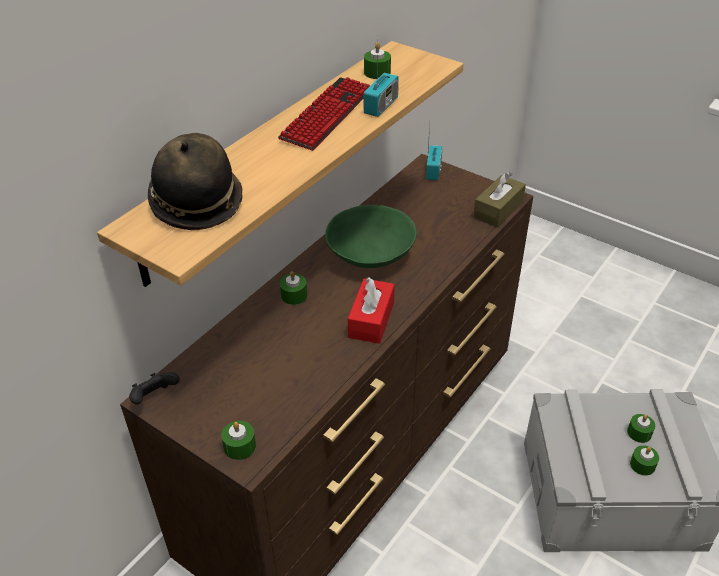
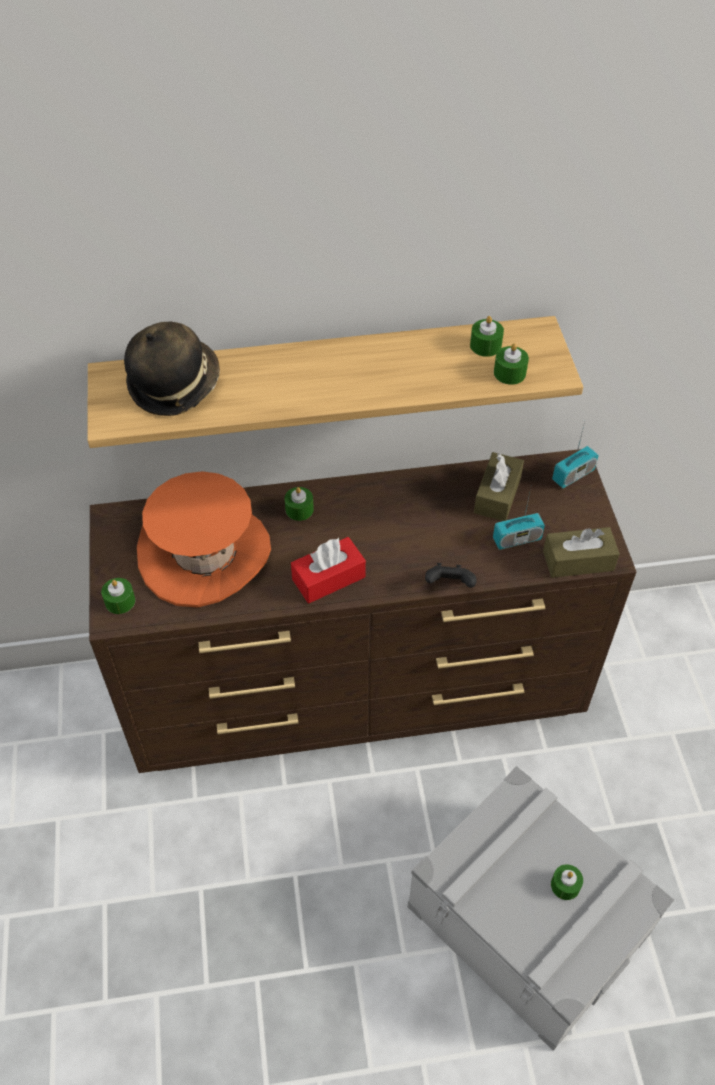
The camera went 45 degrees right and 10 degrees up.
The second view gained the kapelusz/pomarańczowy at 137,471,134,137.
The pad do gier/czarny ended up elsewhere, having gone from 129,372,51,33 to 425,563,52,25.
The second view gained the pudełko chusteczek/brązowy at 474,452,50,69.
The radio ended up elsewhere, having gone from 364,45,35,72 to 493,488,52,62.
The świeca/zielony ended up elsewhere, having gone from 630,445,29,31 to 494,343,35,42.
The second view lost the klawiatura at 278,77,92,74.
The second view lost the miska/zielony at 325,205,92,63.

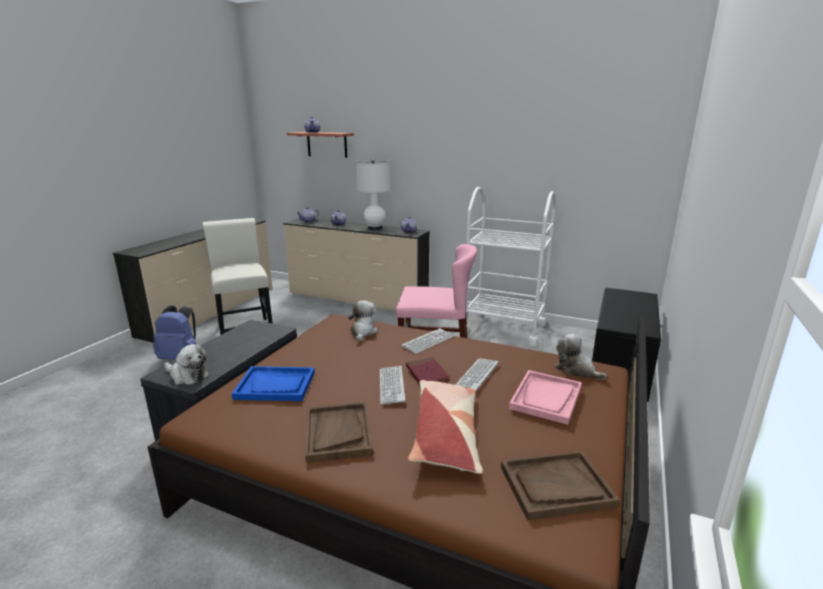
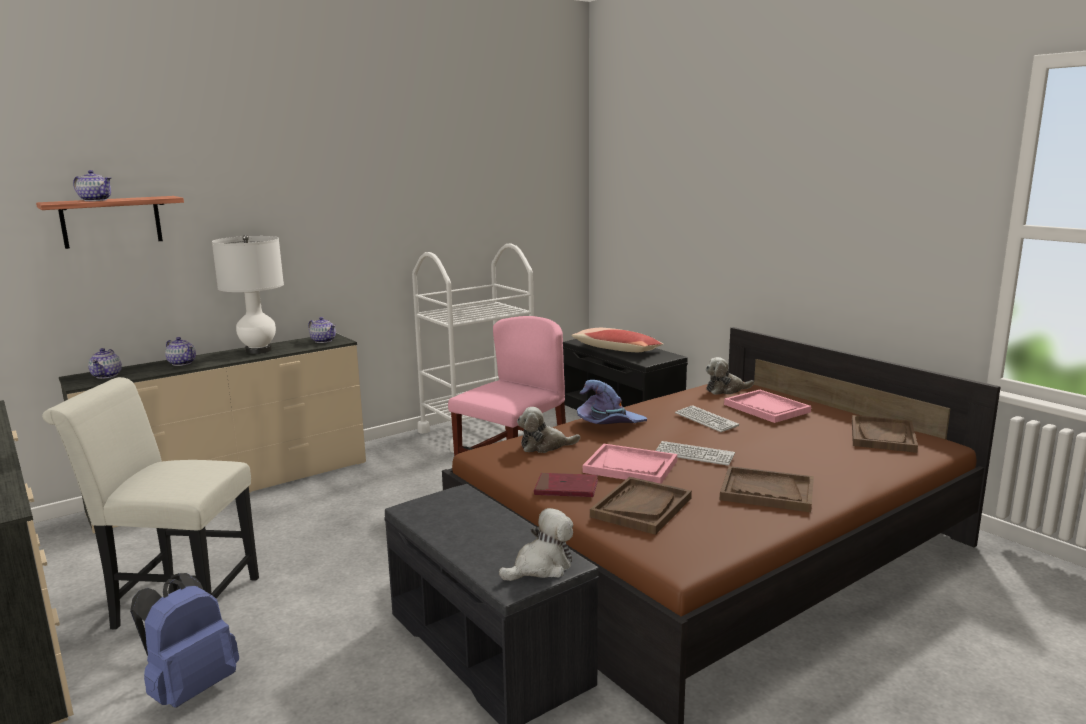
The camera went 60 degrees left and 5 degrees down.
The pluszak at 348,300,30,42 ended up facing another way, 45 degrees counterclockwise from before.
The książka/czerwony ended up elsewhere, having gone from 406,357,44,26 to 534,473,64,24.
The poduszka ended up elsewhere, having gone from 408,380,75,94 to 571,328,92,24.
Where the klawiatura stood at 401,328,53,26, the kapelusz/fioletowy came to stand at 577,380,70,44.
The second view gained the taca/różowy at 582,444,95,40.
What was the taca/niebieski at 232,366,83,35 turned into the taca/brązowy at 590,477,102,58.

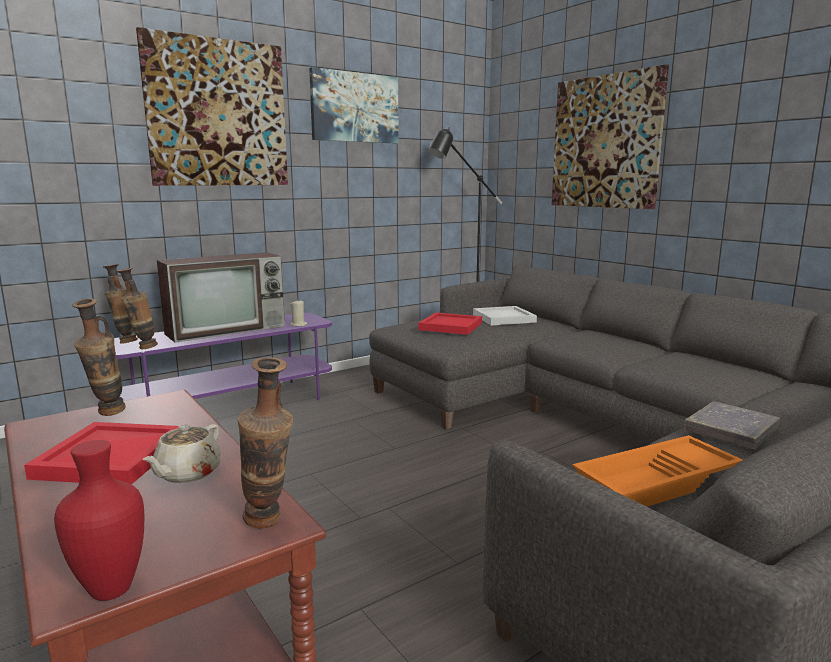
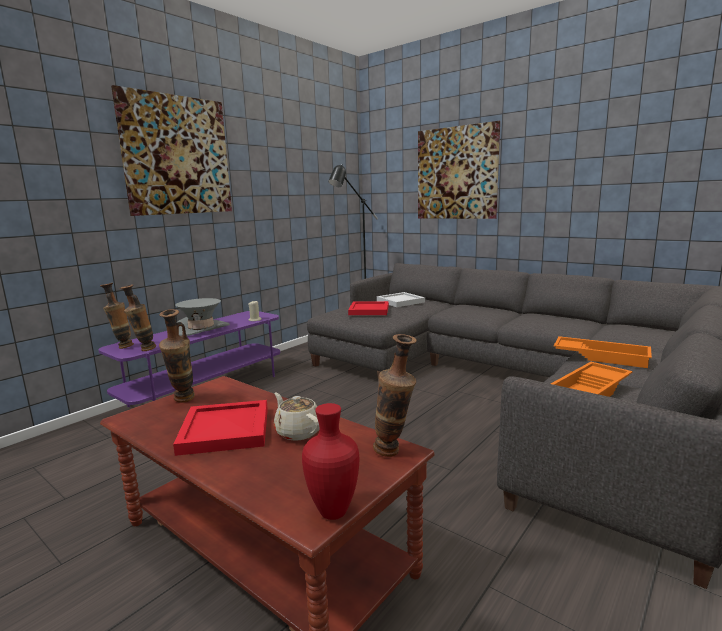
The camera went 15 degrees left and 0 degrees up.
Where the telewizor stood at 157,253,128,90, the kapelusz/szary came to stand at 175,298,55,38.
The imbryk/beżowy at 143,424,78,59 ended up facing another way, 135 degrees clockwise from before.
Where the książka/szary stood at 684,401,96,48, the taca/pomarańczowy came to stand at 554,336,98,32.
The second view lost the obraz at 309,67,90,77.

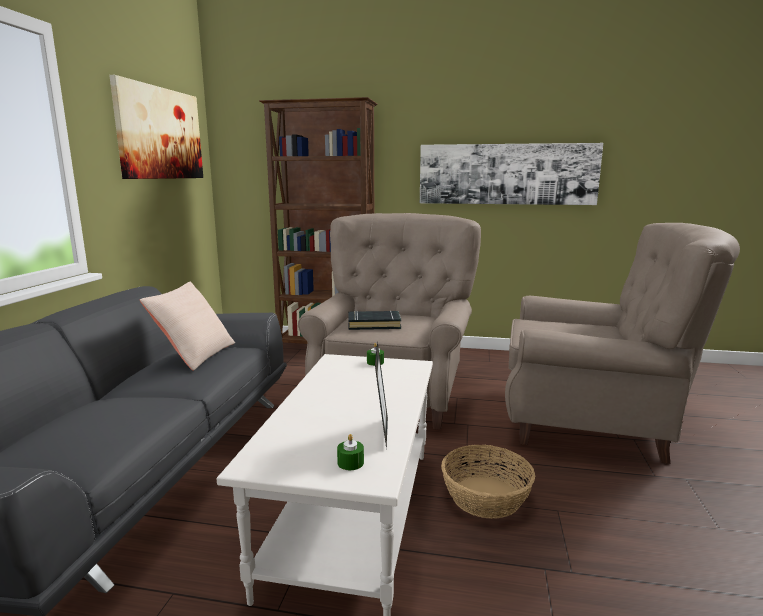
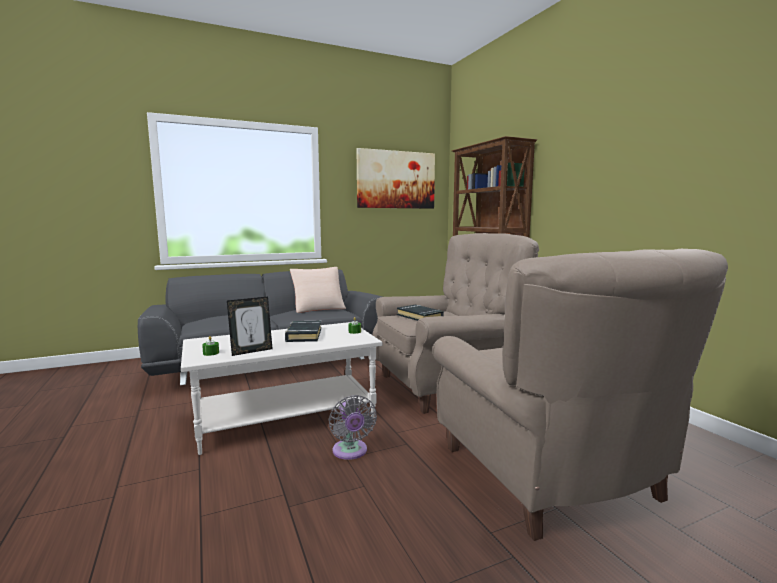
The camera went 55 degrees right and 5 degrees down.
The second view gained the książka/czarny at 285,321,36,21.
Where the koszyk stood at 441,445,94,74, the wentylator/szary came to stand at 328,395,49,65.
The second view lost the obraz at 420,143,183,62.

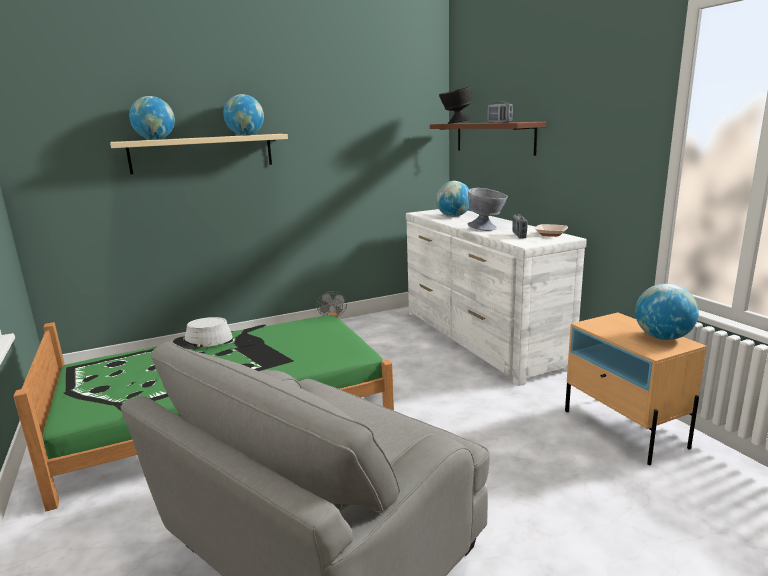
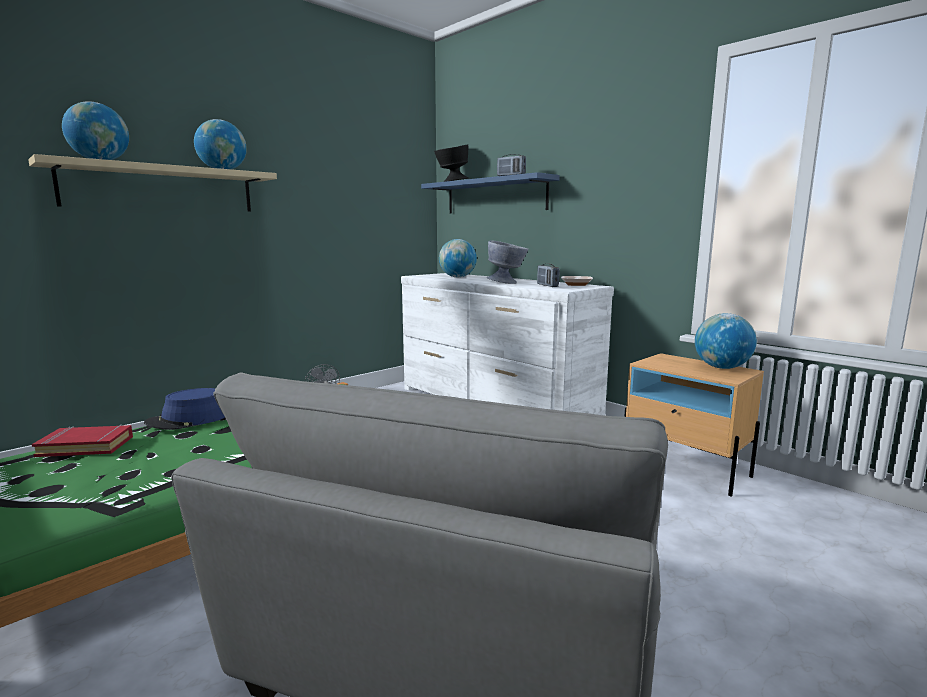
The camera went 20 degrees left and 5 degrees down.
The second view gained the książka/czerwony at 32,425,101,32.
What was the kapelusz/szary at 173,317,60,32 turned into the kapelusz/niebieski at 144,388,81,42.
What was the półka/brązowy at 430,122,116,34 turned into the półka/niebieski at 421,172,139,42.

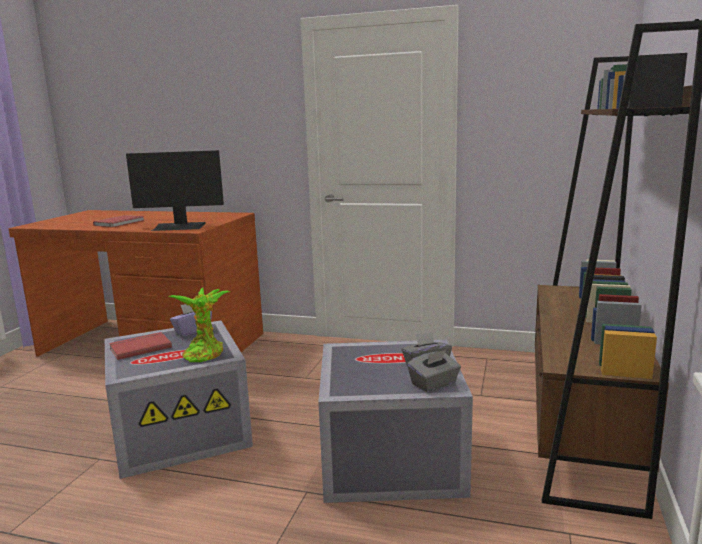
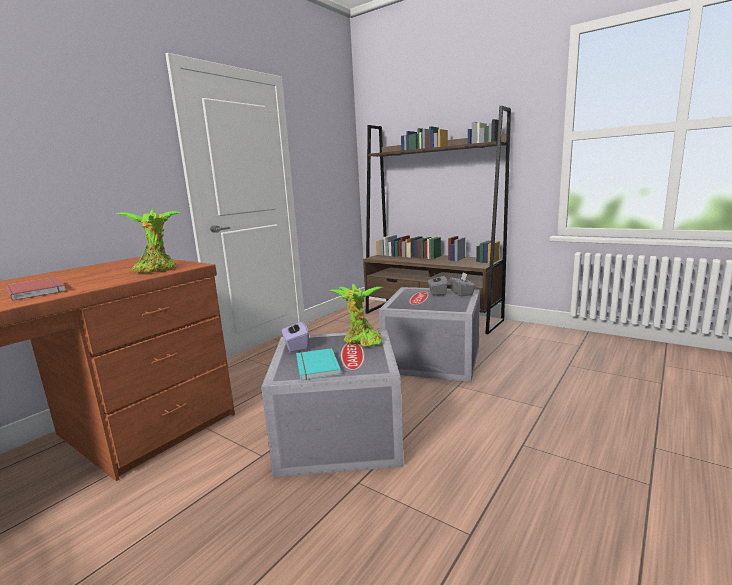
The camera went 70 degrees left and 0 degrees up.
Where the monitor stood at 126,150,98,81, the roślina doniczkowa came to stand at 116,209,64,64.
What was the książka/czerwony at 109,332,63,28 turned into the książka/turkusowy at 296,348,45,33.

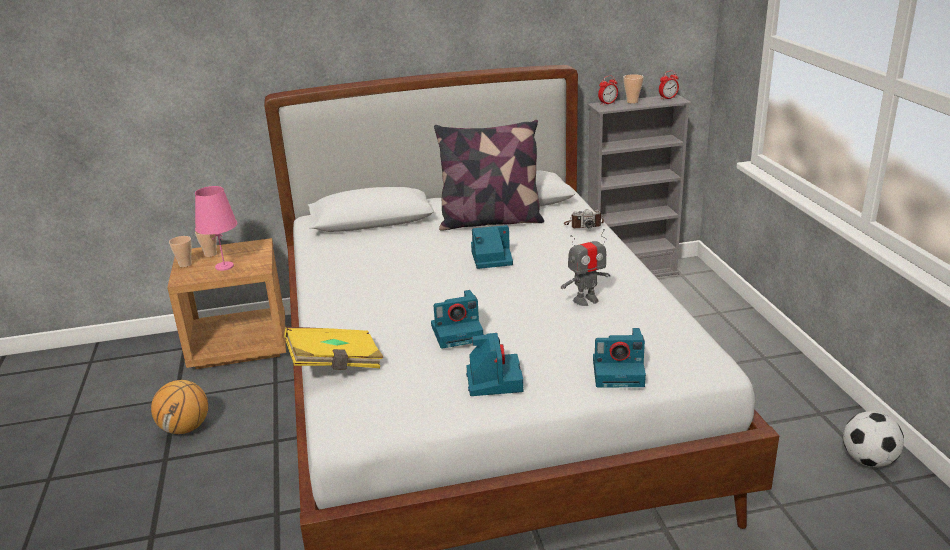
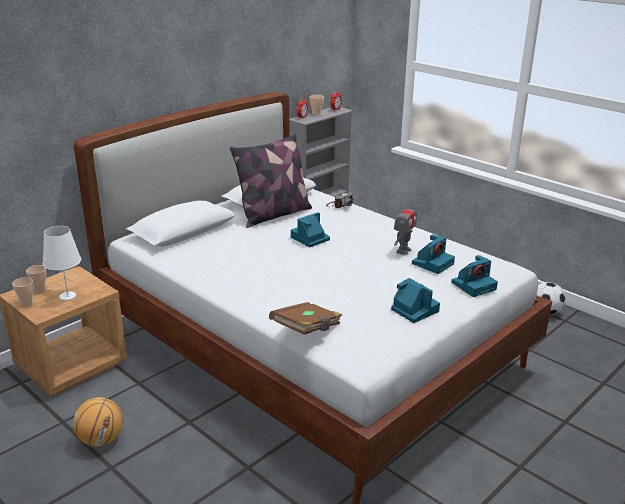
The camera went 35 degrees left and 0 degrees up.
What was the lampa stołowa/różowy at 195,186,42,85 turned into the lampa stołowa/biały at 43,226,38,75.
What was the książka/żółty at 284,327,100,43 turned into the książka/brązowy at 269,302,73,33.
The aparat fotograficzny ended up elsewhere, having gone from 431,290,52,59 to 412,234,43,40.

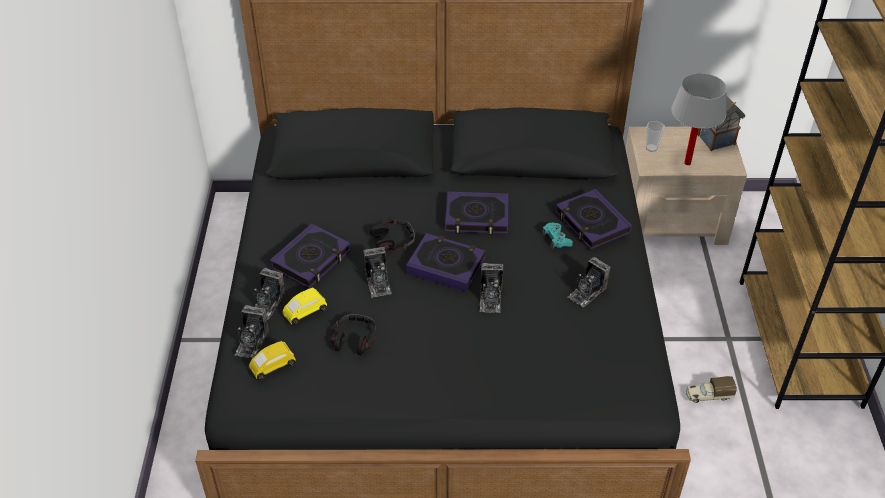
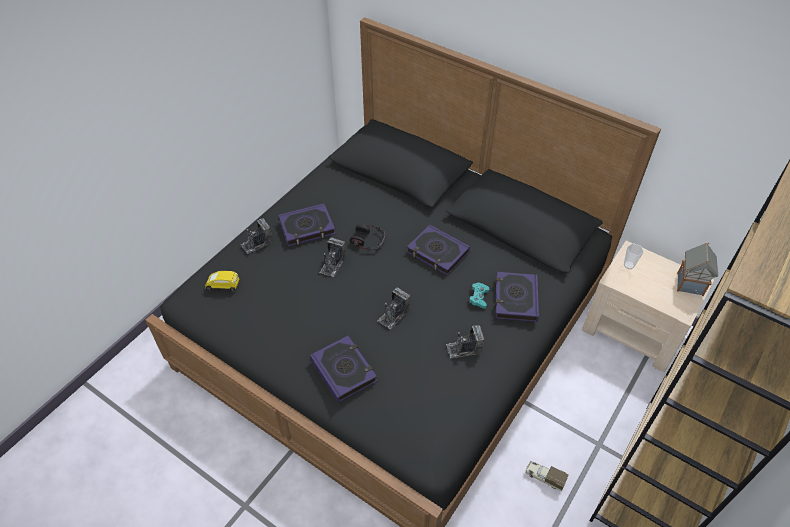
The camera went 35 degrees right and 5 degrees up.
The książka ended up elsewhere, having gone from 406,233,80,59 to 310,336,67,67.
The second view lost the aparat fotograficzny at 235,305,34,53.
The second view lost the samochodzik/żółty at 283,287,44,38.
The second view lost the słuchawki at 331,314,46,41.
The second view lost the lampa stołowa/biały at 671,73,56,92.

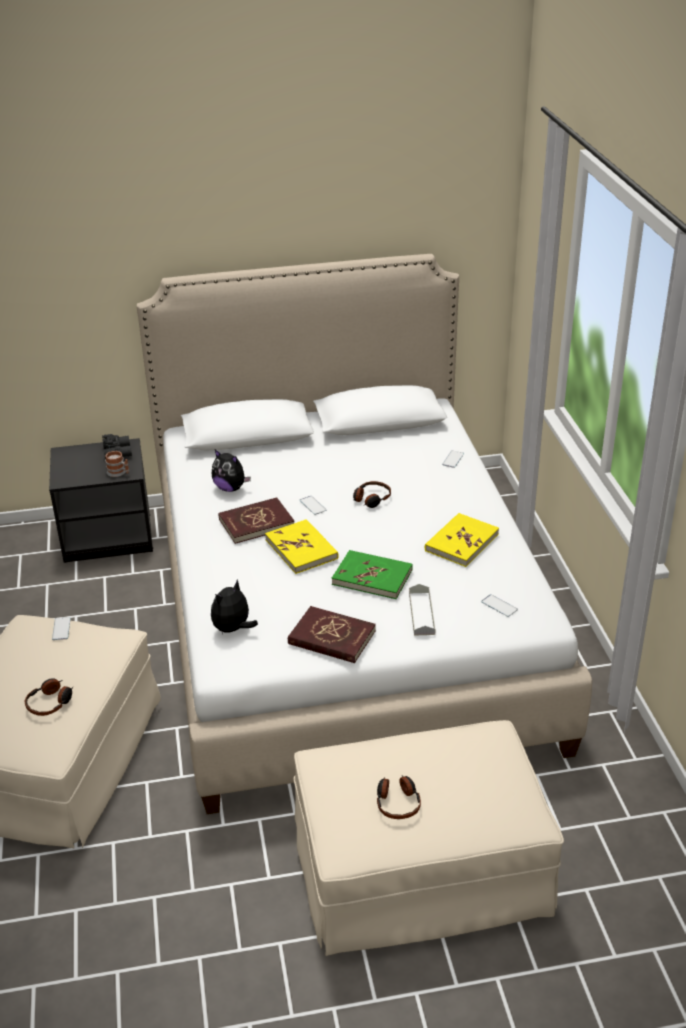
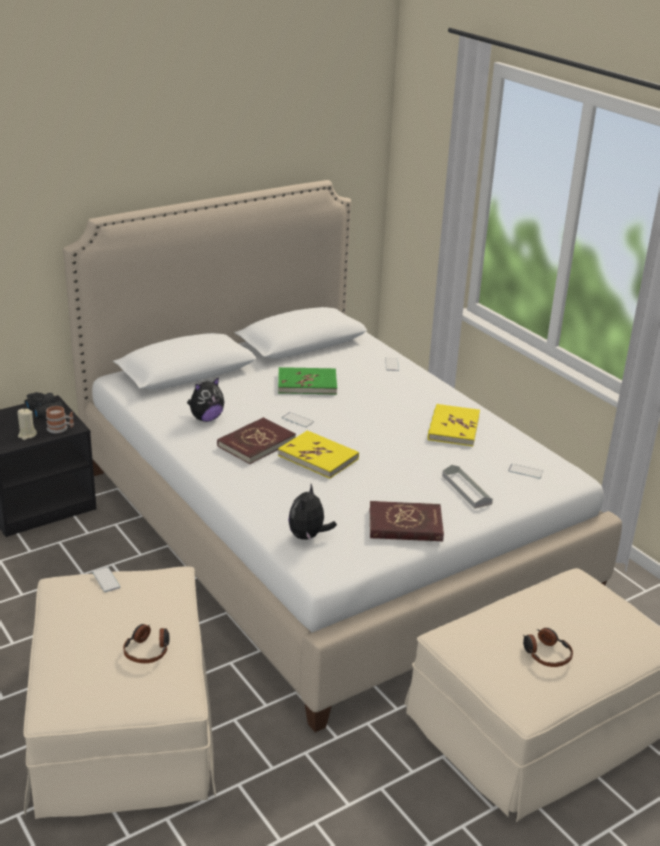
The camera went 25 degrees left and 5 degrees down.
The second view gained the świeca/beżowy at 17,409,20,31.
The pluszak at 212,450,39,42 ended up facing another way, 45 degrees counterclockwise from before.
The książka/zielony ended up elsewhere, having gone from 332,550,81,49 to 278,367,59,28.
The second view lost the słuchawki at 353,481,38,27.

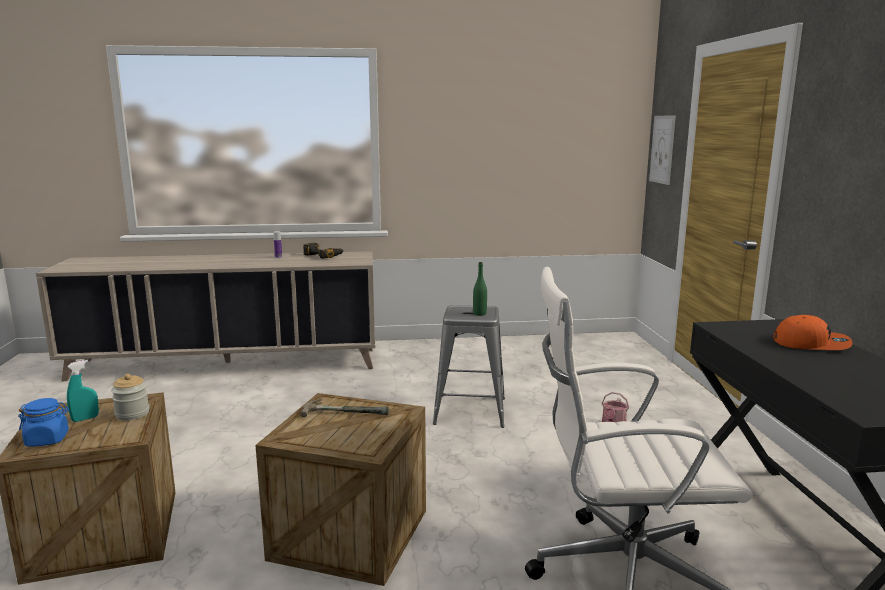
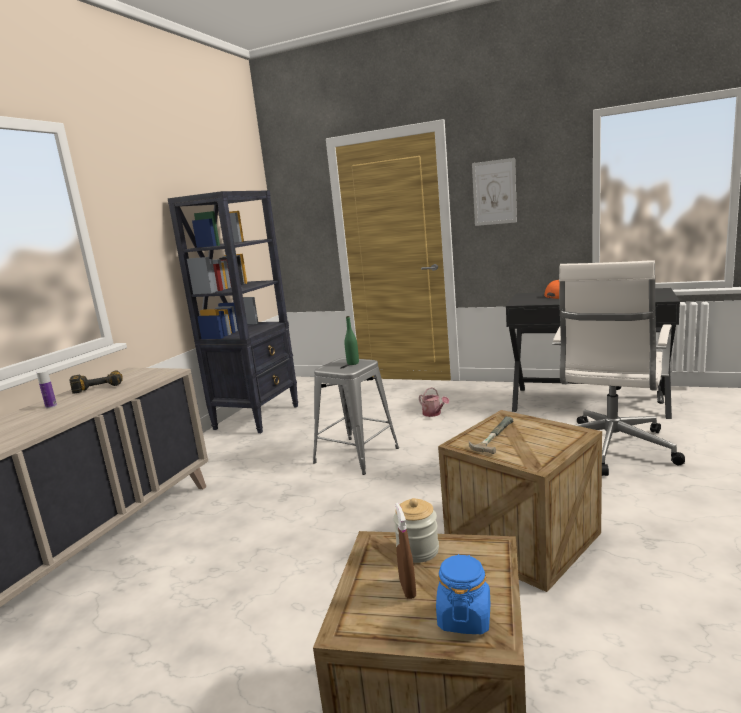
The camera went 60 degrees left and 0 degrees up.
The second view gained the regał/czarny at 168,190,130,243.
What was the spryskiwacz/turkusowy at 67,360,32,62 turned into the spryskiwacz/brązowy at 395,503,21,96.
The obraz ended up elsewhere, having gone from 649,115,27,70 to 472,158,45,68.

